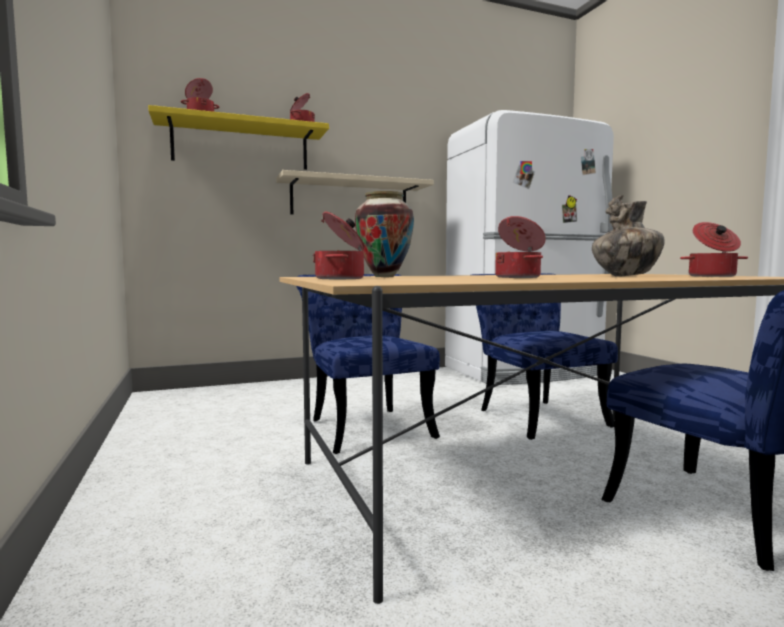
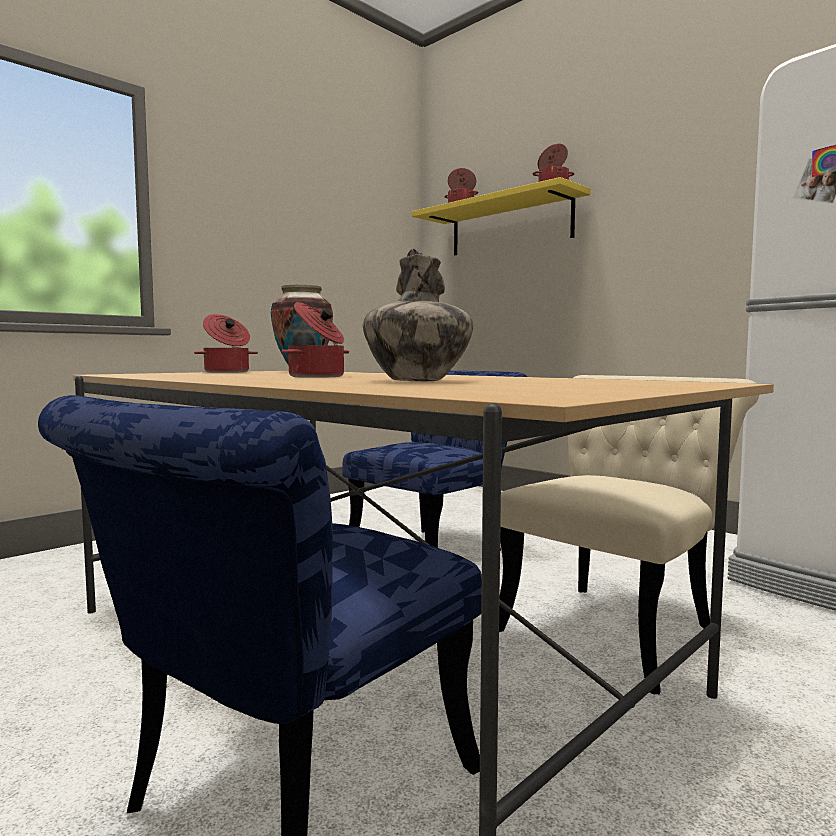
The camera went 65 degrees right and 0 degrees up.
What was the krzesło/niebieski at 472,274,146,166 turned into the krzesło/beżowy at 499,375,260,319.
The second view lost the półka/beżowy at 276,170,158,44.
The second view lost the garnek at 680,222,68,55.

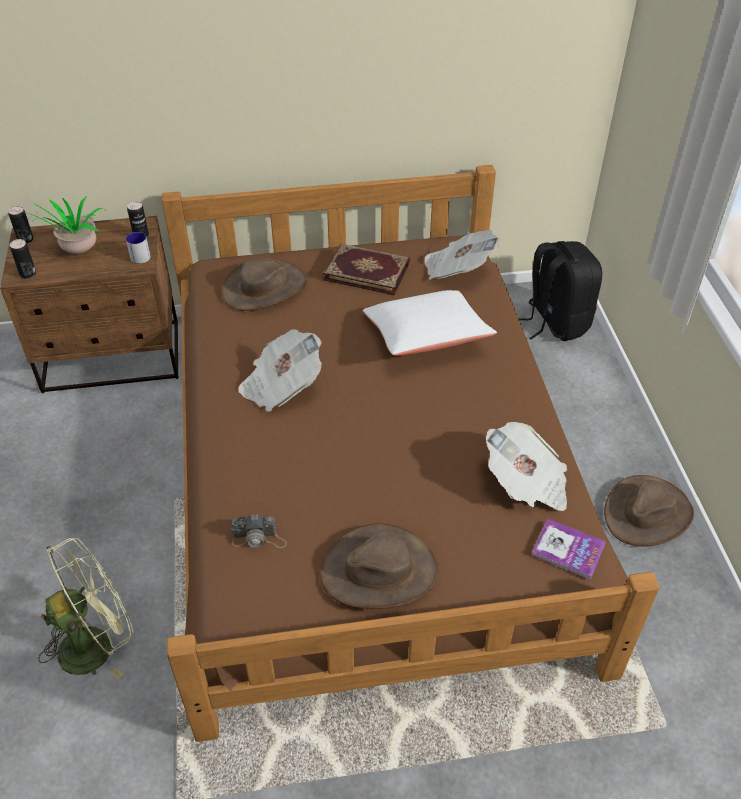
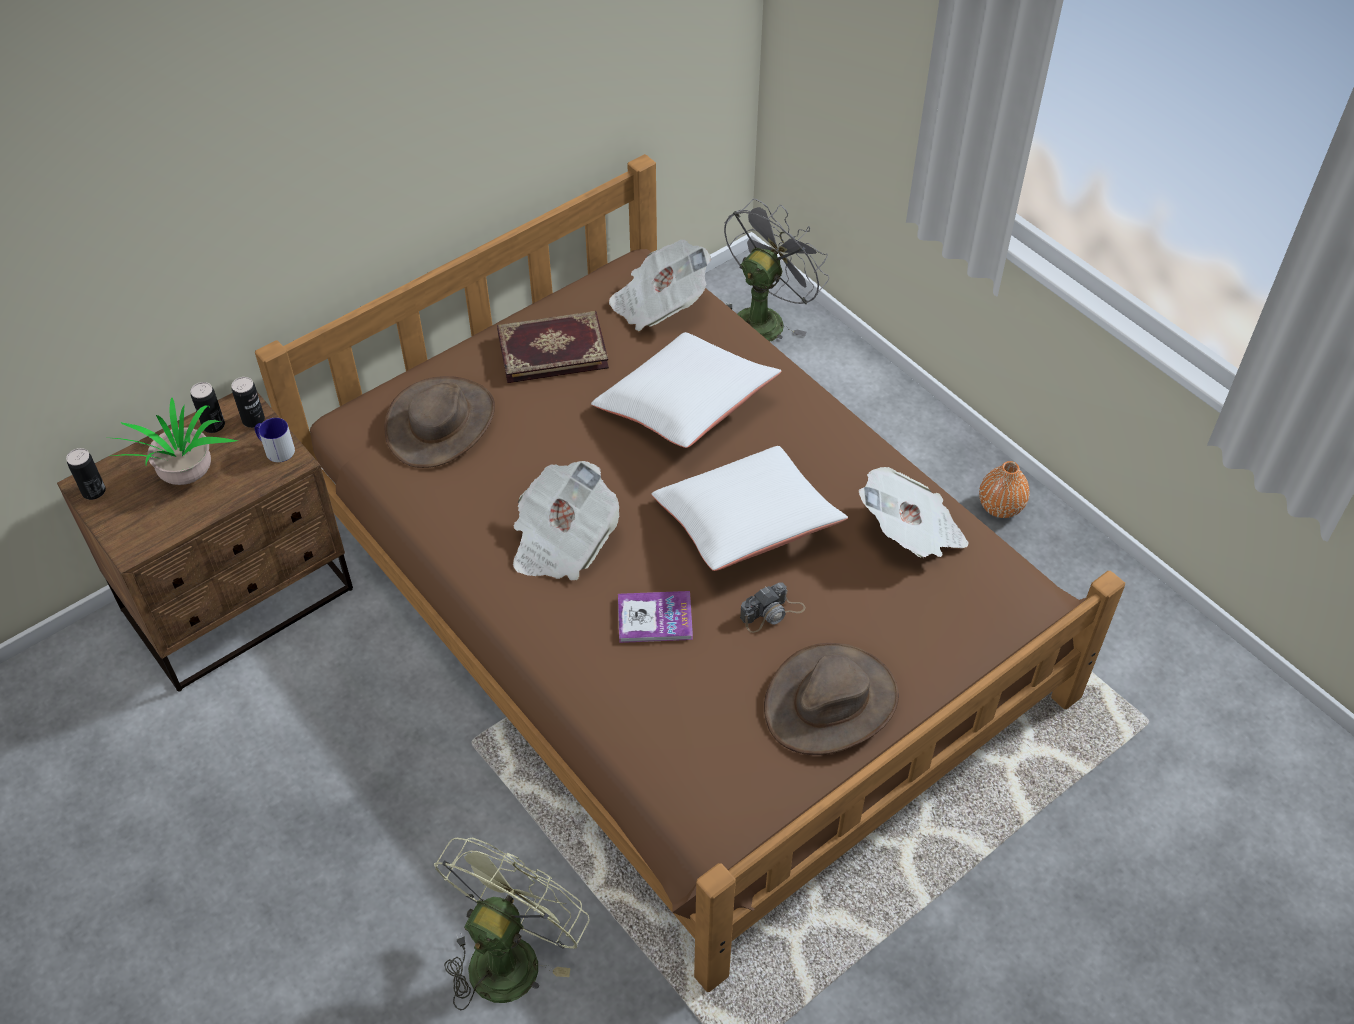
The camera went 30 degrees left and 5 degrees up.
The puszka ended up elsewhere, having gone from 10,239,26,39 to 190,382,35,51.
The książka ended up elsewhere, having gone from 531,519,75,61 to 618,591,75,52.
The second view gained the poduszka/biały at 652,446,196,125.
Where the plecak/czarny stood at 519,241,83,100, the wentylator/szary came to stand at 724,199,105,143.
The aparat fotograficzny ended up elsewhere, having gone from 231,515,56,33 to 740,582,66,51.
Where the kapelusz/brązowy stood at 604,475,90,72, the wazon/pomarańczowy came to stand at 979,461,51,57.

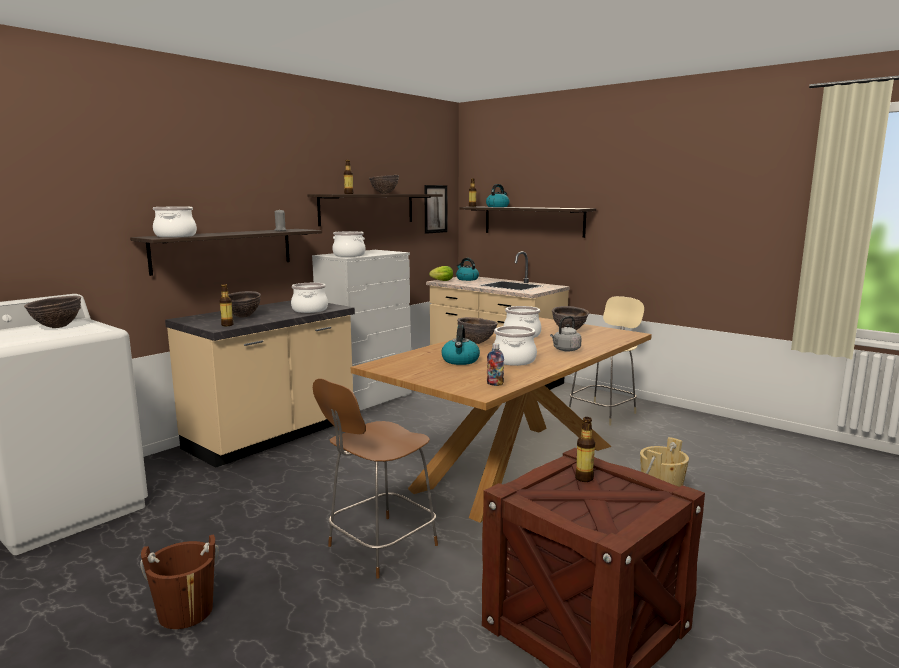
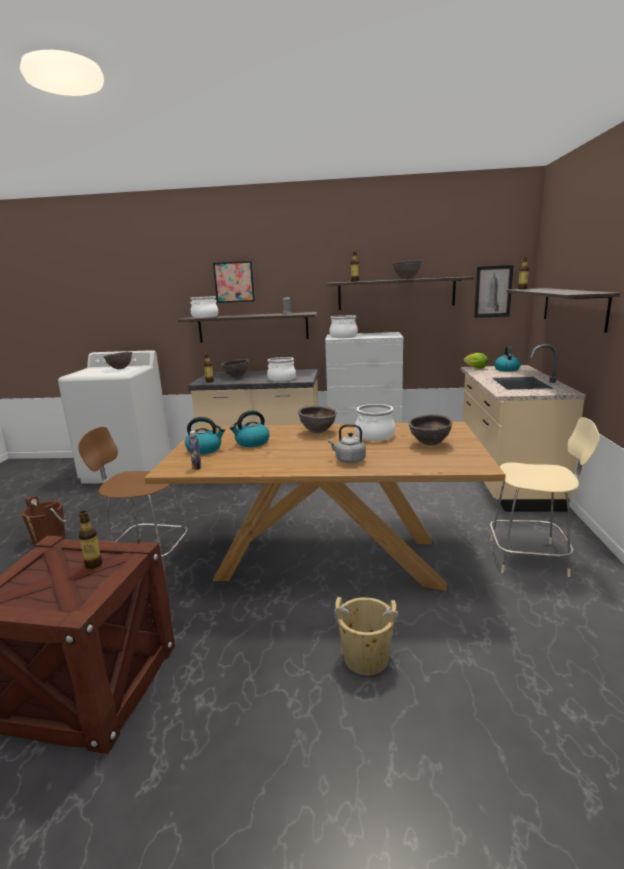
The camera went 55 degrees right and 5 degrees up.
The czajnik ended up elsewhere, having gone from 486,184,24,23 to 185,417,40,38.
The second view gained the obraz at 213,261,42,42.
The second view lost the garnek at 494,326,43,40.

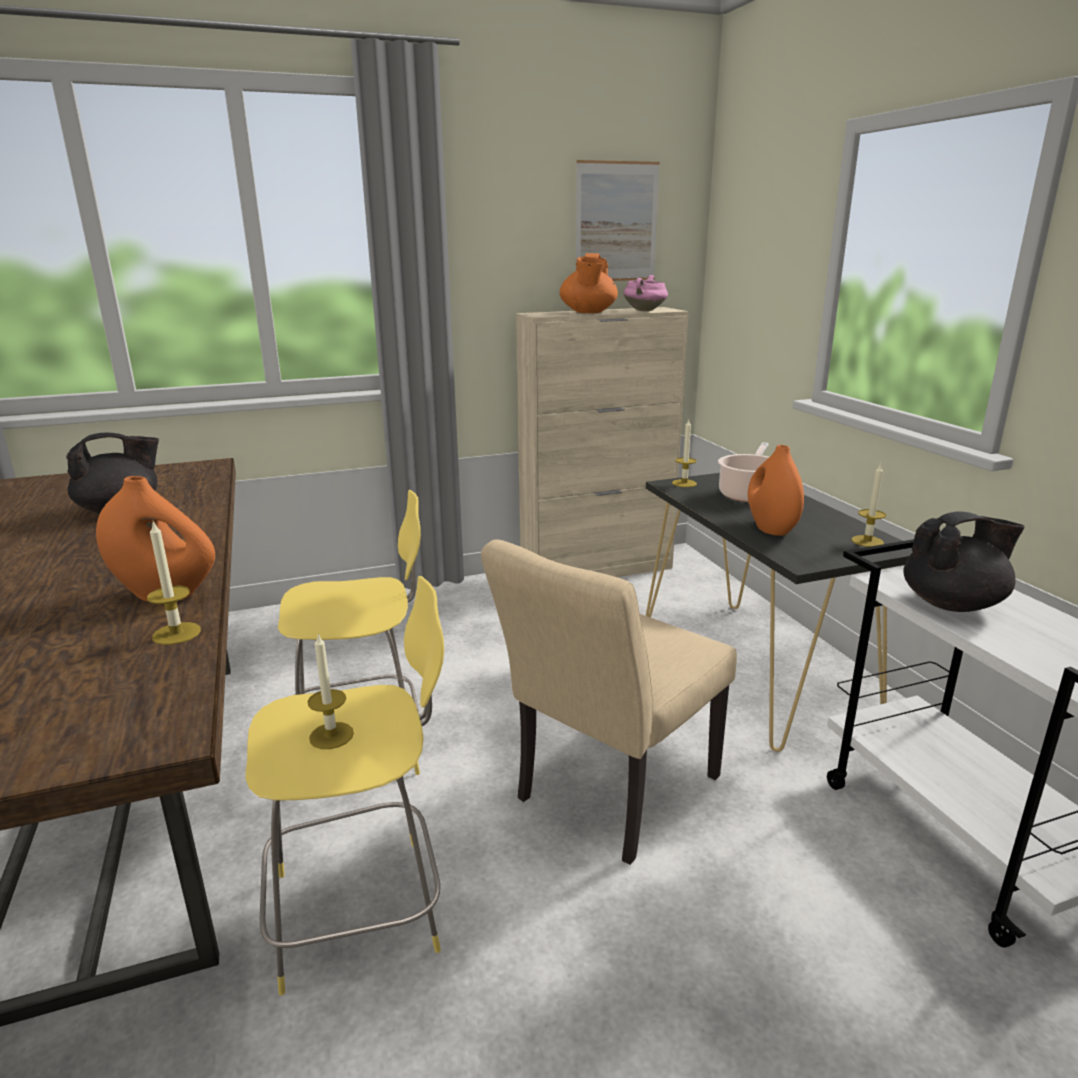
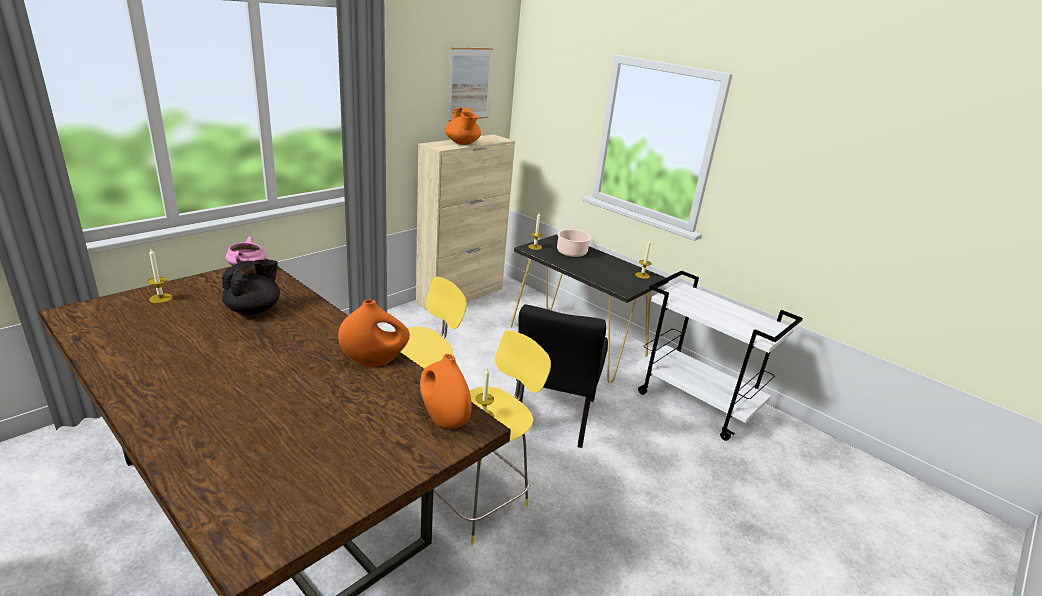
The camera went 30 degrees left and 5 degrees up.
The świeca ended up elsewhere, having gone from 147,521,54,124 to 147,249,26,54.
The garnek/różowy ended up elsewhere, having gone from 623,275,45,36 to 226,237,40,34.
The wazon/pomarańczowy ended up elsewhere, having gone from 748,445,56,91 to 420,354,52,75.
What was the krzesło/beżowy at 481,539,256,326 turned into the krzesło/czarny at 516,305,92,143.
The second view lost the imbryk/czarny at 903,511,122,101.

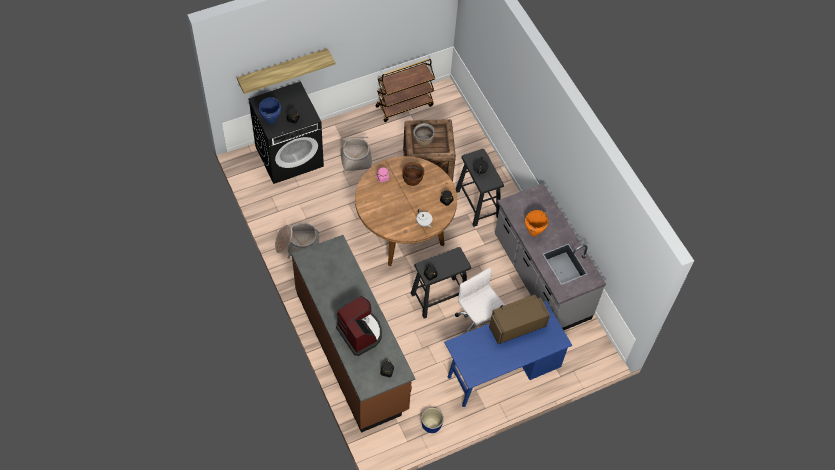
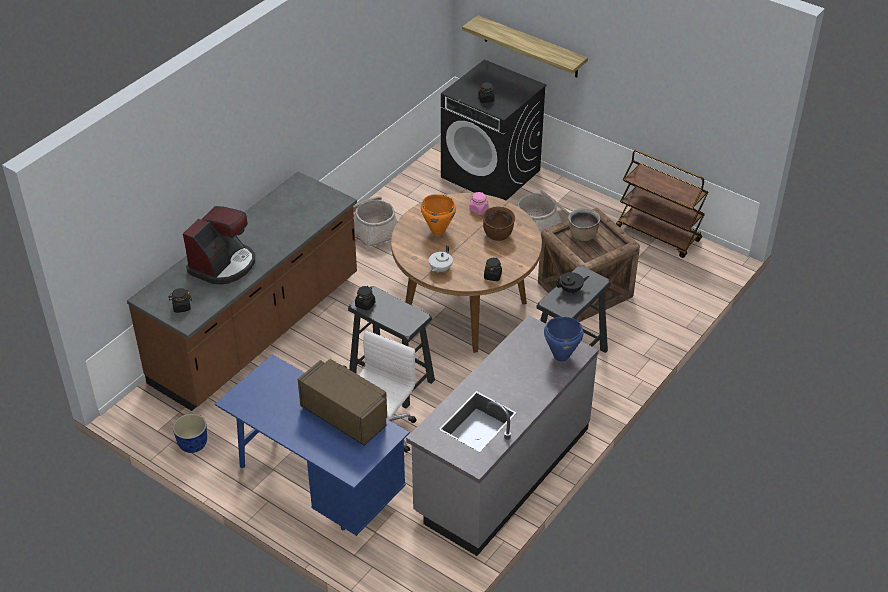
The camera went 65 degrees right and 15 degrees down.
The garnek/pomarańczowy ended up elsewhere, having gone from 525,210,23,26 to 421,194,35,42.
The garnek/niebieski ended up elsewhere, having gone from 259,97,22,27 to 544,317,40,45.

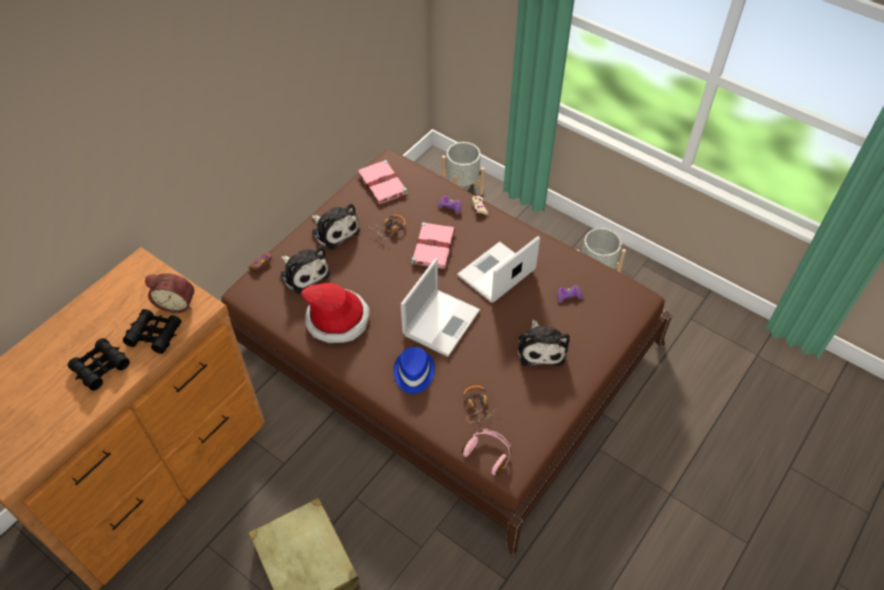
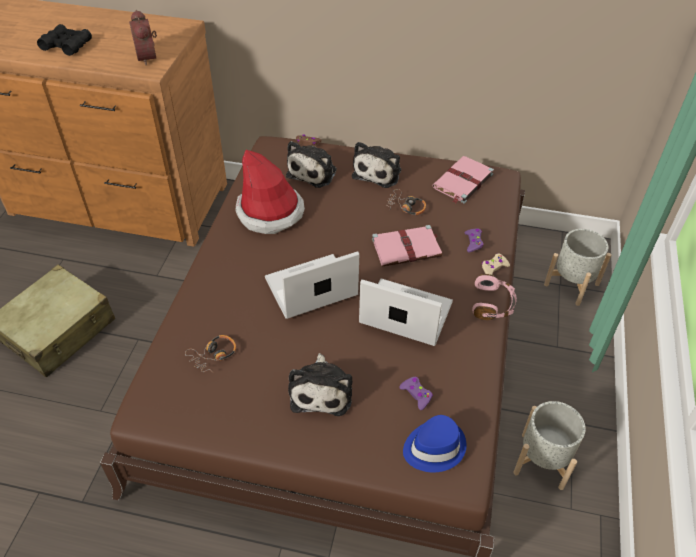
The camera went 65 degrees right and 5 degrees down.
The laptop at 401,258,79,99 ended up facing another way, 150 degrees clockwise from before.
The pluszak at 518,319,52,47 ended up facing another way, 60 degrees counterclockwise from before.
The kapelusz/niebieski ended up elsewhere, having gone from 394,347,41,47 to 403,415,64,57.
The słuchawki/różowy ended up elsewhere, having gone from 462,428,49,47 to 472,274,45,46.
The second view lost the lornetka/czarny at 123,309,58,45.

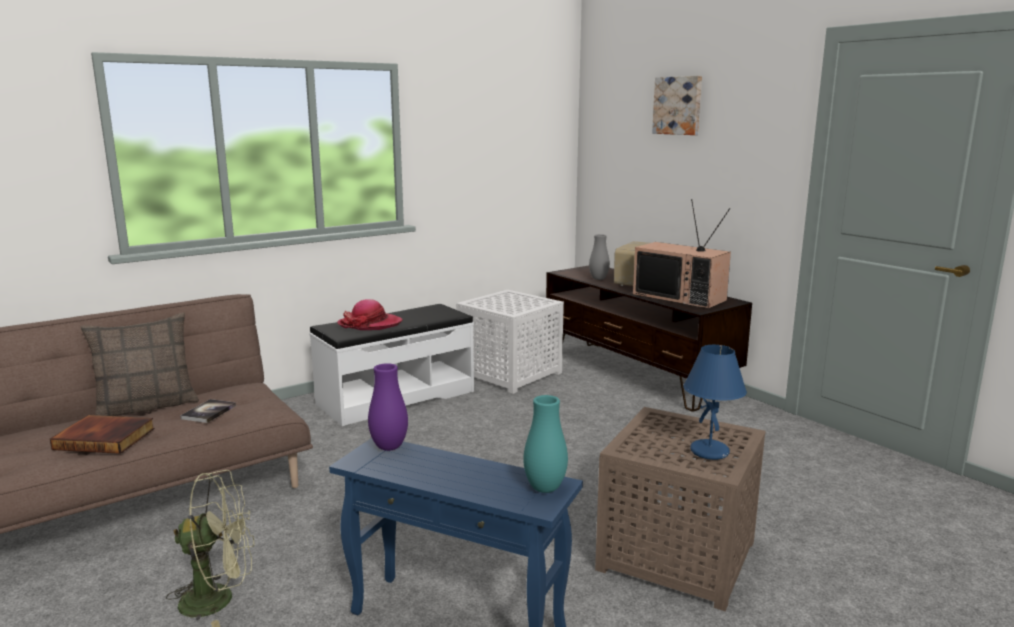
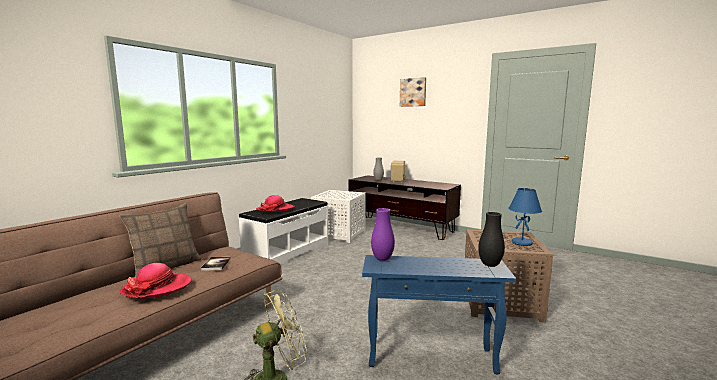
The camera went 20 degrees left and 5 degrees down.
Where the książka stood at 50,415,105,39, the kapelusz came to stand at 120,263,72,36.
What was the wazon/turkusowy at 523,395,45,98 turned into the wazon/czarny at 478,212,27,55.
The second view lost the telewizor at 633,199,98,110.

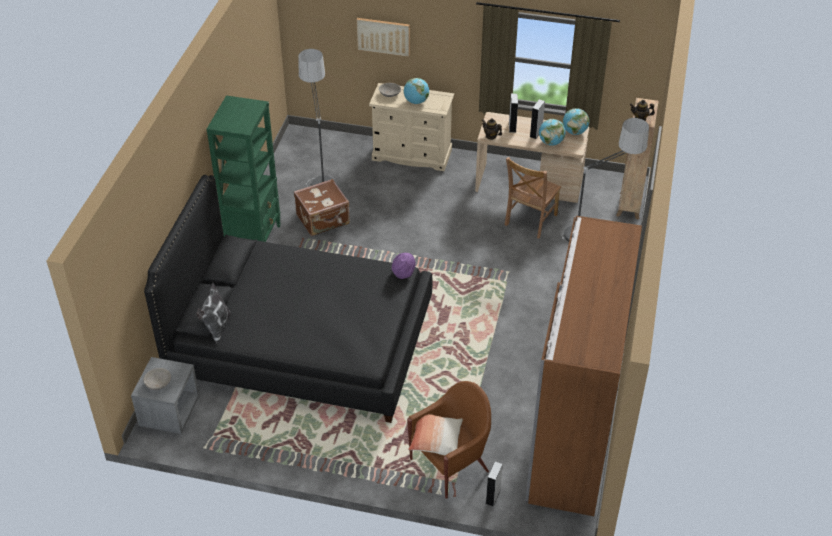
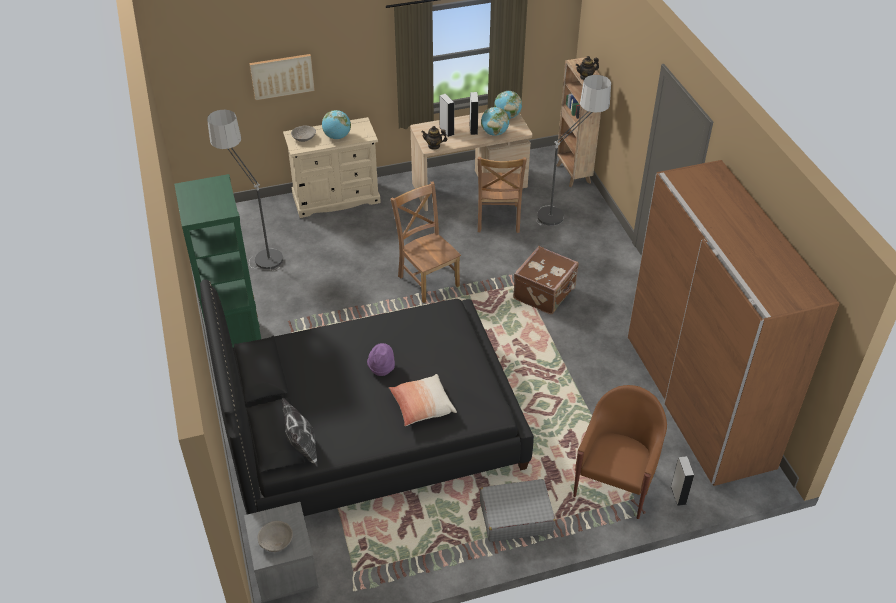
The camera went 30 degrees left and 0 degrees up.
The kapelusz/fioletowy ended up elsewhere, having gone from 392,253,24,26 to 367,343,28,33.
The poduszka ended up elsewhere, having gone from 408,414,55,41 to 389,374,68,52.
The second view gained the krzesło/brązowy at 391,181,70,122.
The second view gained the walizka/szary at 480,479,75,63.
The walizka/brązowy ended up elsewhere, having gone from 294,179,56,57 to 513,246,66,68.

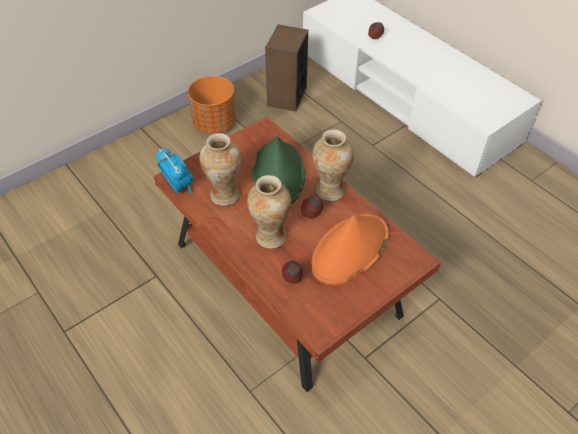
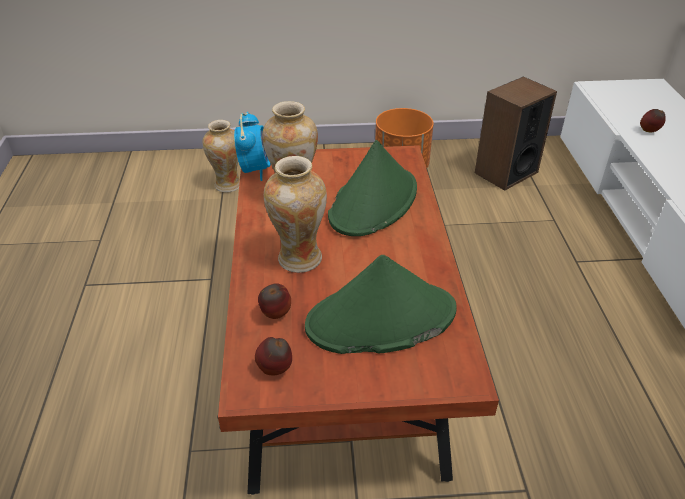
The camera went 35 degrees right and 10 degrees down.
The wazon ended up elsewhere, having gone from 312,129,42,72 to 203,120,37,73.
The jabłko ended up elsewhere, having gone from 301,196,22,23 to 255,337,37,38.
What was the kapelusz/pomarańczowy at 311,214,78,71 turned into the kapelusz/zielony at 305,255,152,99.

